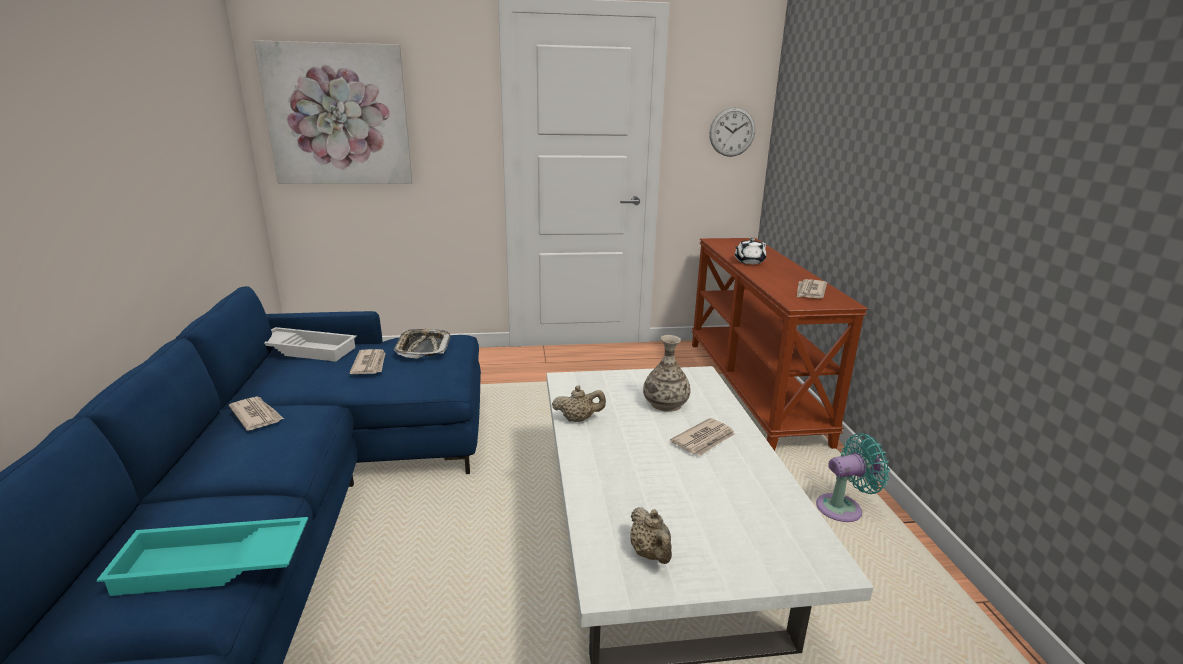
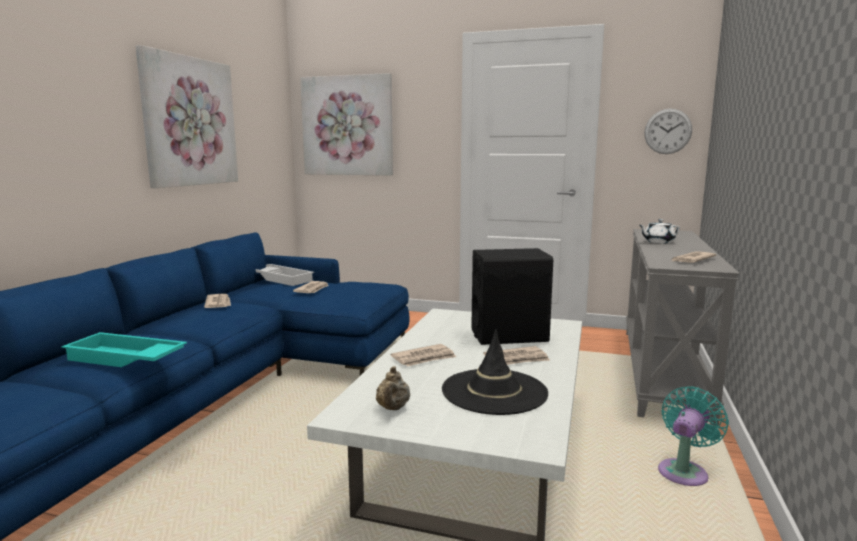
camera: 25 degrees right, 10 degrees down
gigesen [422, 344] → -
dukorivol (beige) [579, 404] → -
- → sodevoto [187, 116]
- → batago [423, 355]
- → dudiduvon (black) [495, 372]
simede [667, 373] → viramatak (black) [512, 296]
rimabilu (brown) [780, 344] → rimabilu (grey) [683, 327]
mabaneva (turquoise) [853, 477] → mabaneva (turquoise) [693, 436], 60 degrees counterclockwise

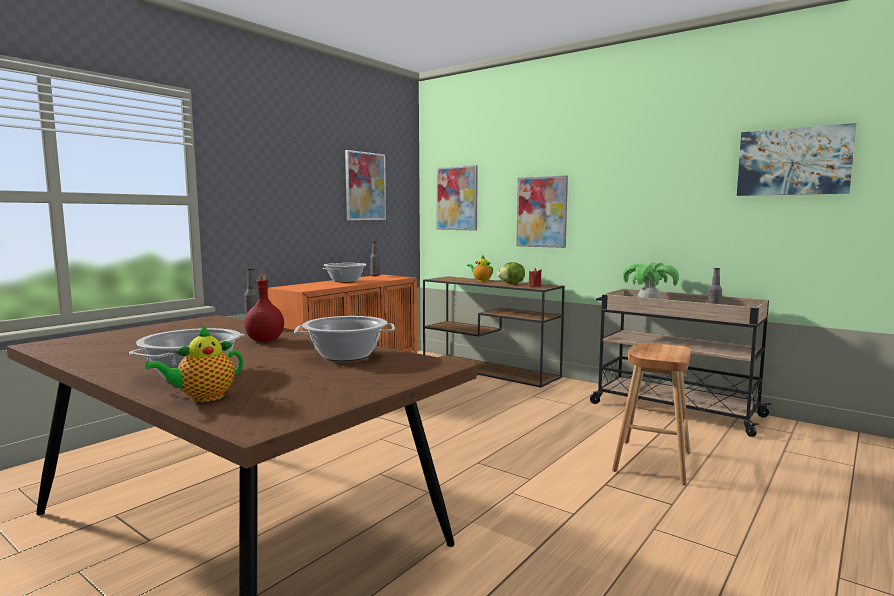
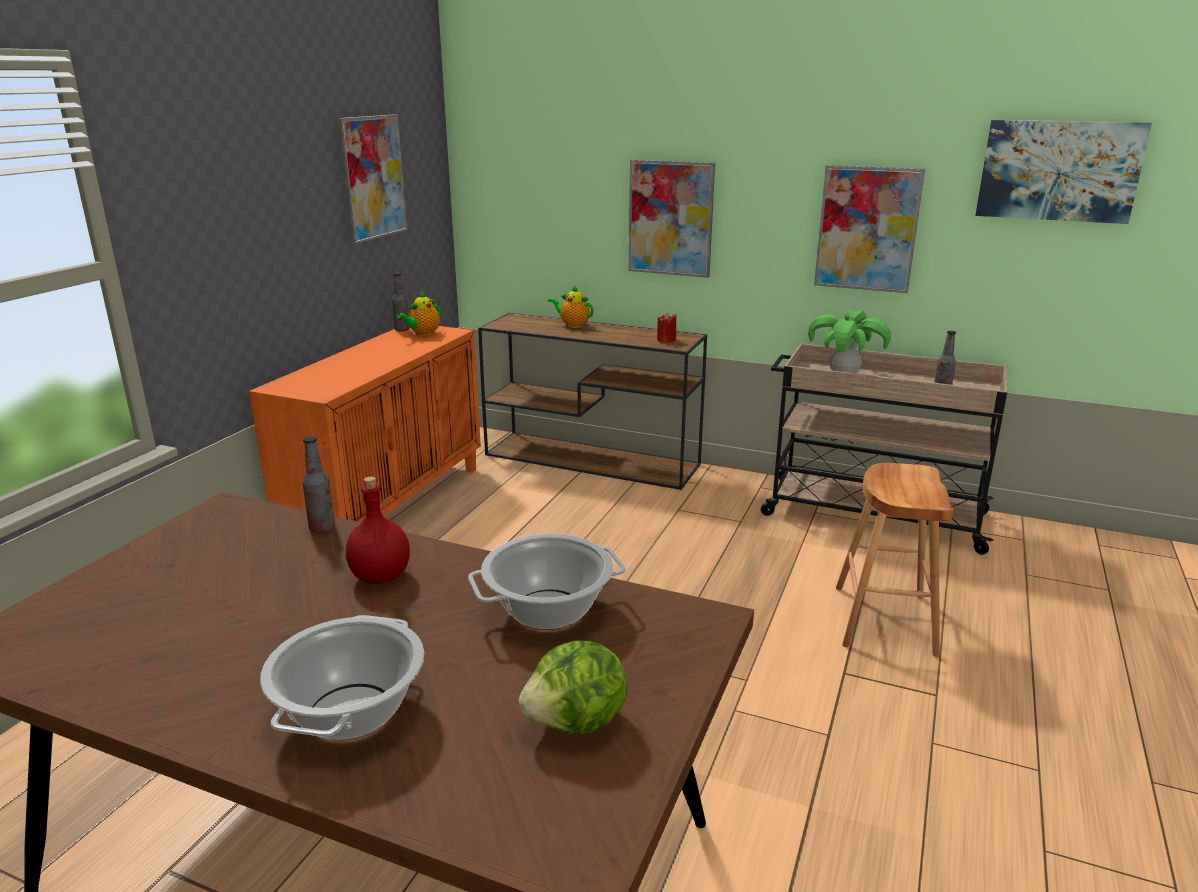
camera: 15 degrees left, 15 degrees up
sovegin [344, 272] → -
dukorivol [194, 363] → dukorivol [418, 313], shifted
sodevoto [457, 197] → sodevoto [869, 229], shifted
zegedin [511, 273] → zegedin [573, 687], shifted

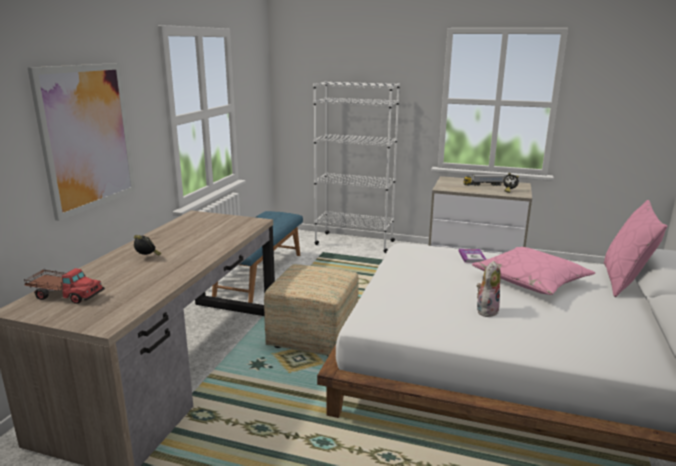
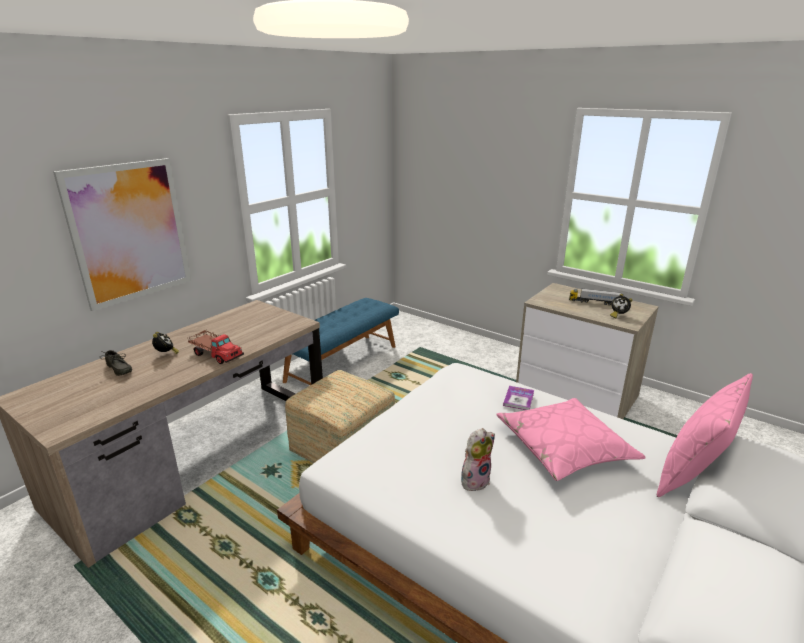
camera: 20 degrees right, 5 degrees up
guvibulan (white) [356, 167] → -
- → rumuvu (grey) [116, 363]
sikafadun [64, 286] → sikafadun [216, 347], shifted

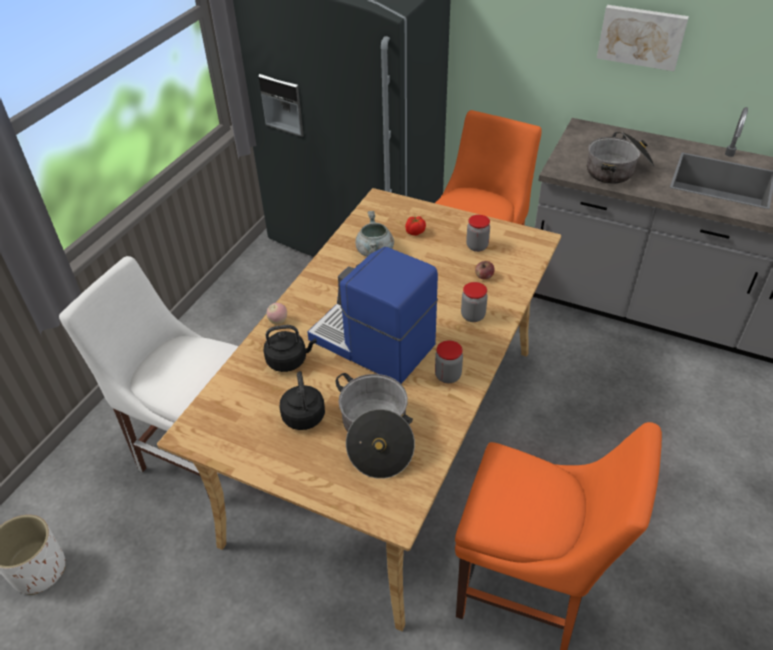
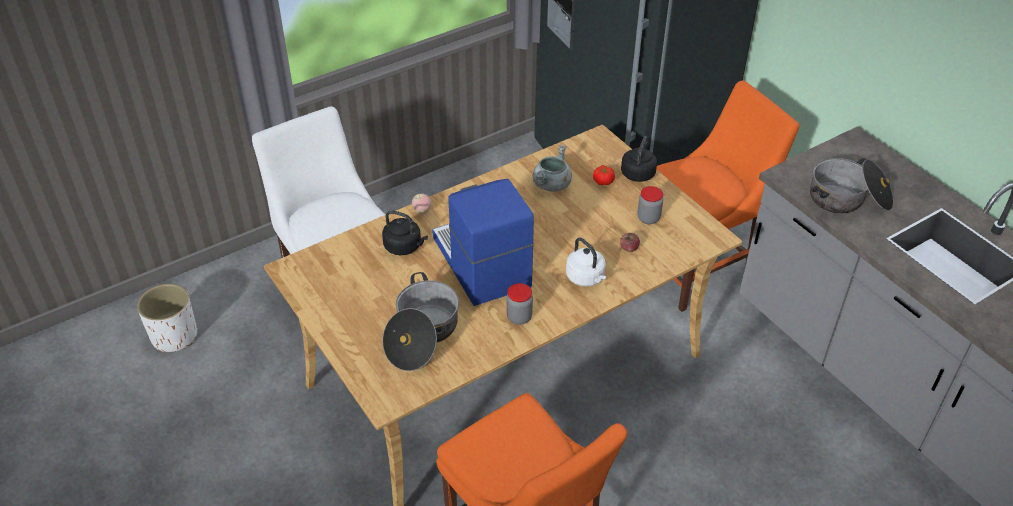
camera: 30 degrees right, 0 degrees up
sodevoto [643, 38] → -
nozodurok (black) [302, 400] → nozodurok (black) [639, 159], shifted
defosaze [474, 302] → nozodurok (white) [586, 261]

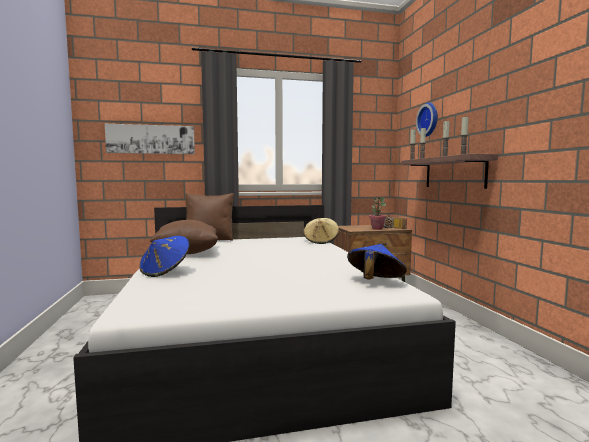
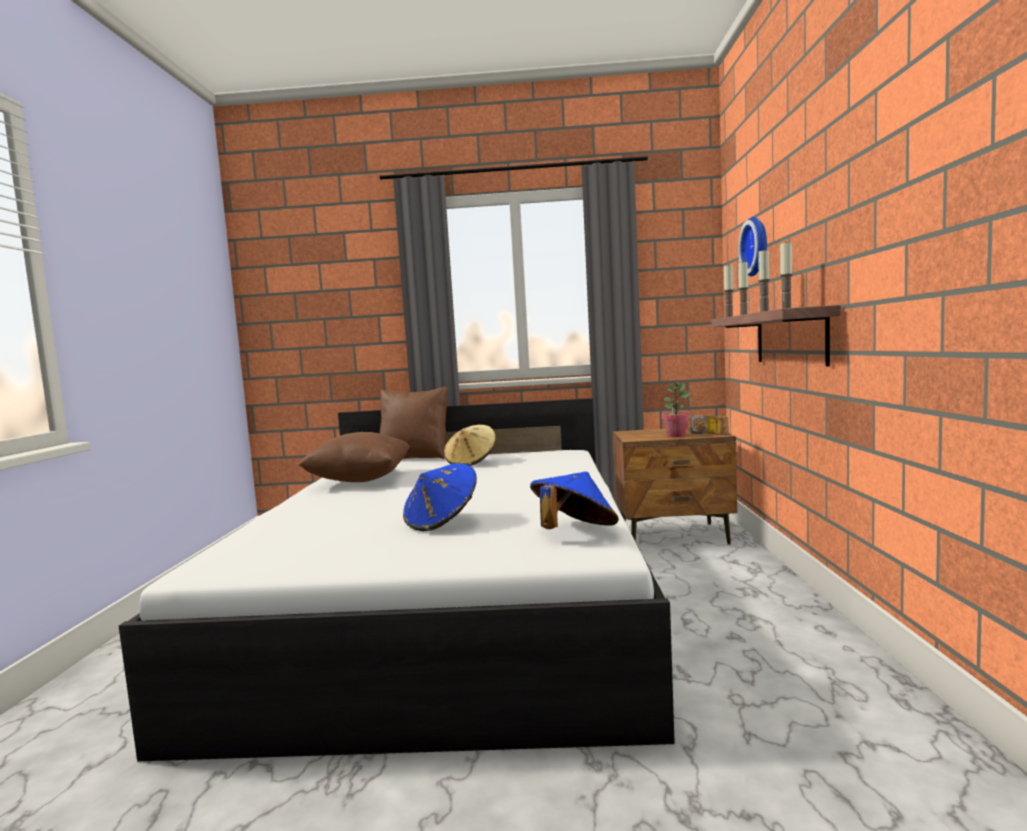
camera: 15 degrees right, 0 degrees up
sodevoto [150, 139] → -
dudiduvon (blue) [164, 256] → dudiduvon (blue) [440, 497], shifted
dudiduvon (beige) [321, 231] → dudiduvon (beige) [470, 445], shifted

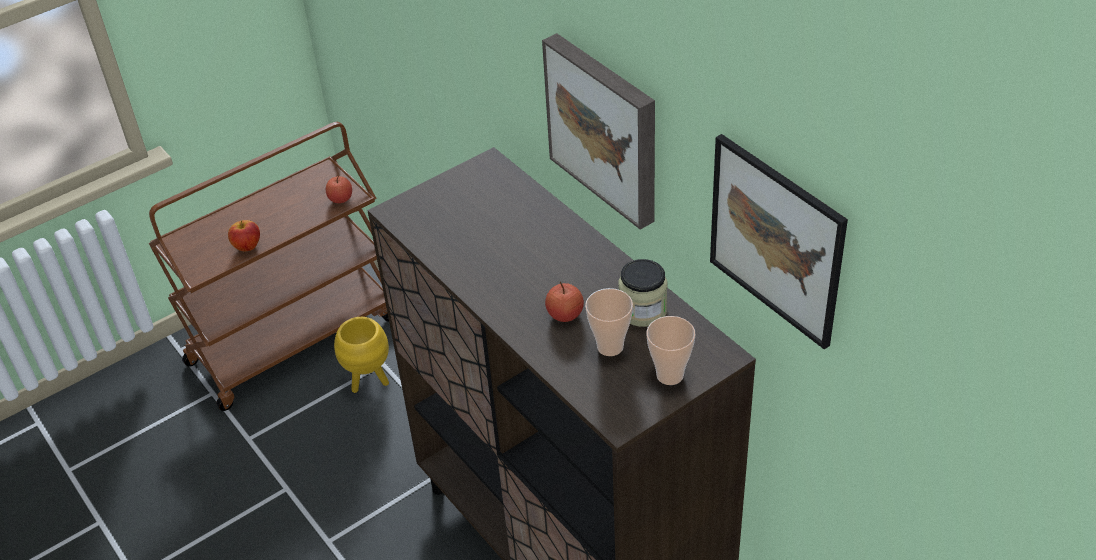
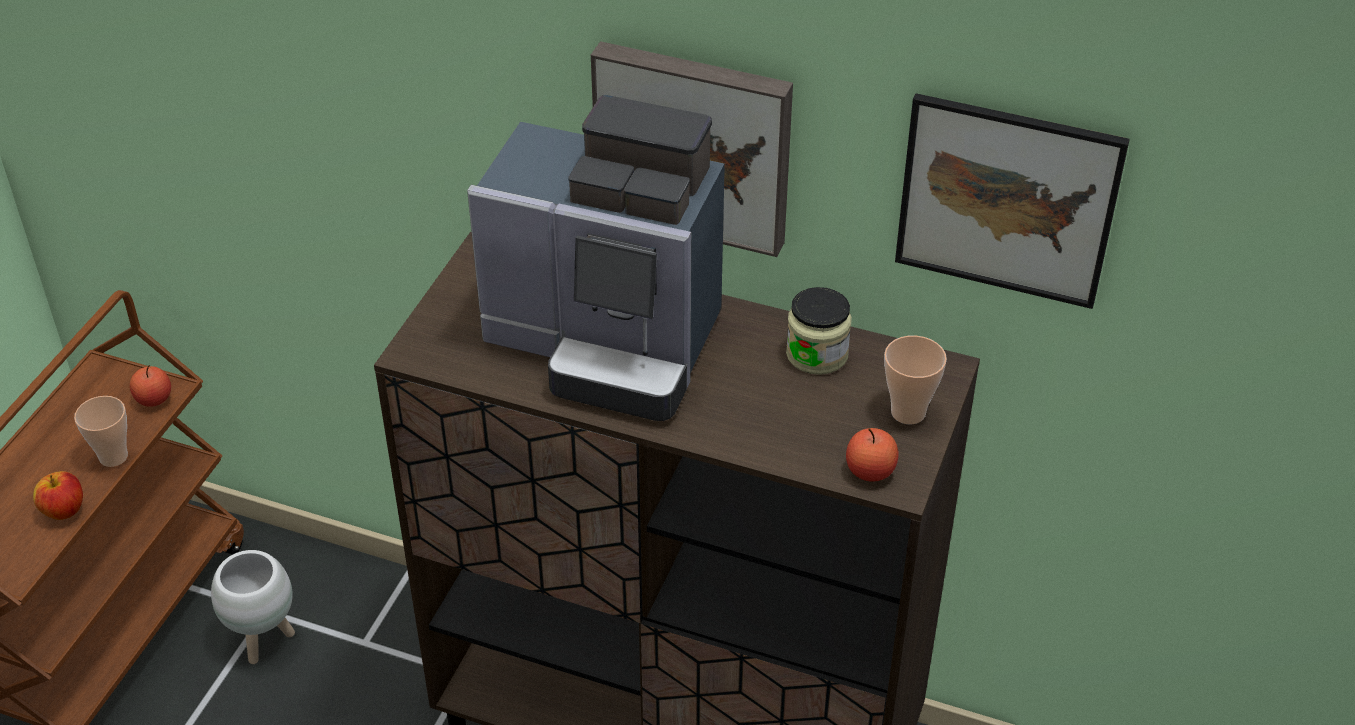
camera: 35 degrees left, 0 degrees up
- → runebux [596, 258]
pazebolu [564, 302] → pazebolu [872, 455], shifted
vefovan [609, 322] → vefovan [101, 431], shifted
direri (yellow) [361, 355] → direri (white) [253, 607]

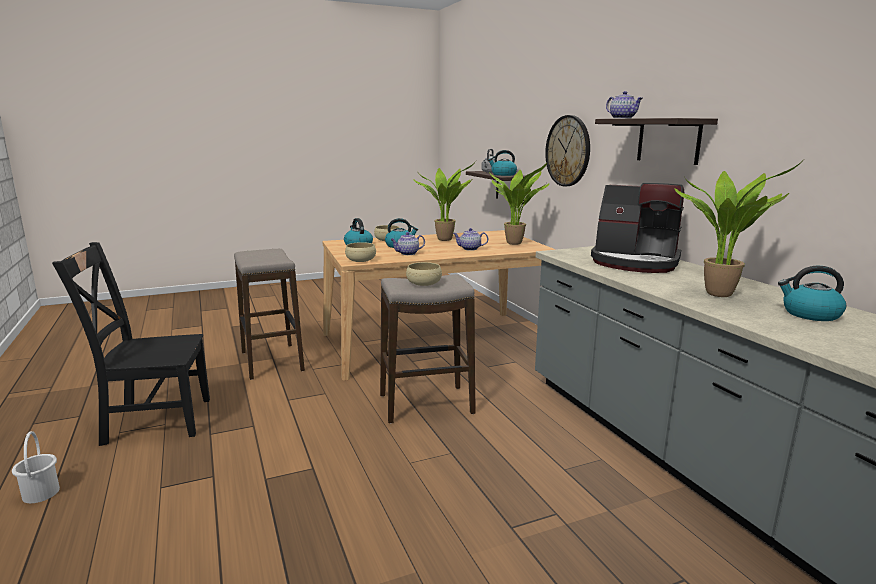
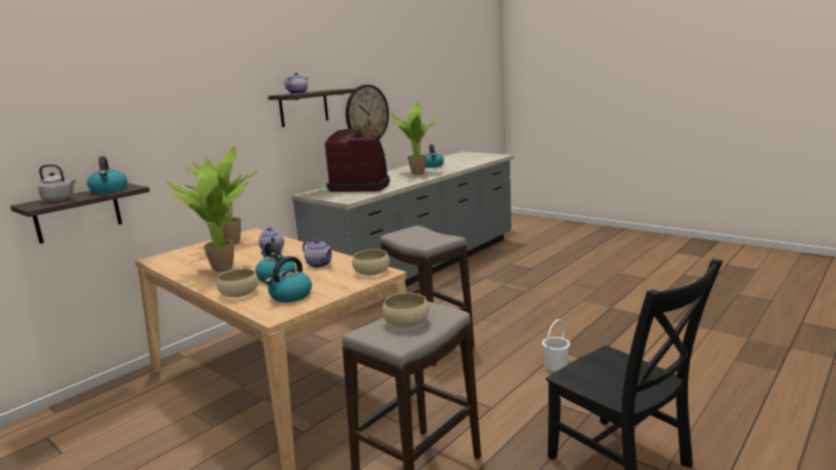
camera: 115 degrees left, 0 degrees up
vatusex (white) [36, 467] → vatusex (white) [556, 345], shifted
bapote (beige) [424, 274] → bapote (beige) [405, 310], shifted
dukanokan [567, 150] → dukanokan [367, 112], shifted
runebux [637, 228] → runebux [357, 160], 75 degrees counterclockwise

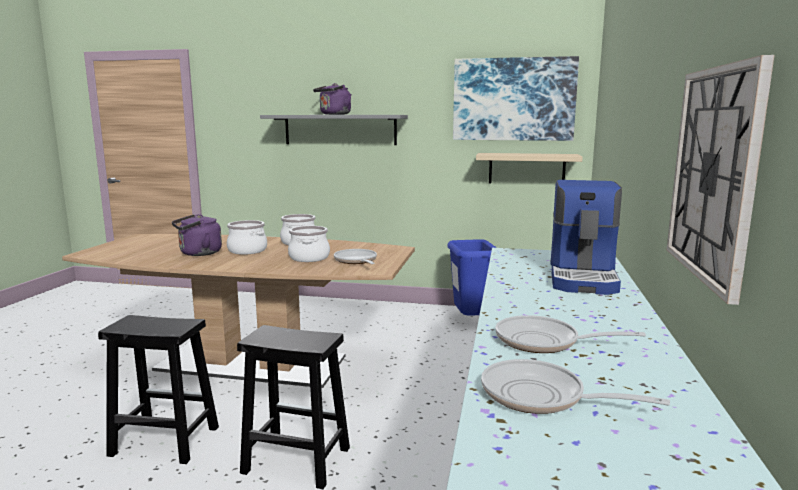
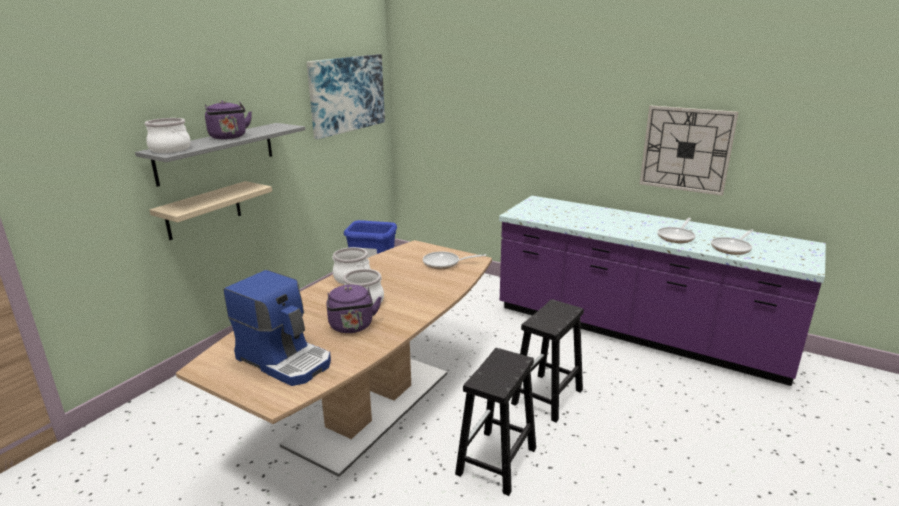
camera: 70 degrees left, 10 degrees up
sovegin [309, 244] → sovegin [168, 135], shifted
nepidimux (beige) [529, 168] → nepidimux (beige) [210, 210], shifted
runebux [586, 237] → runebux [277, 328], shifted

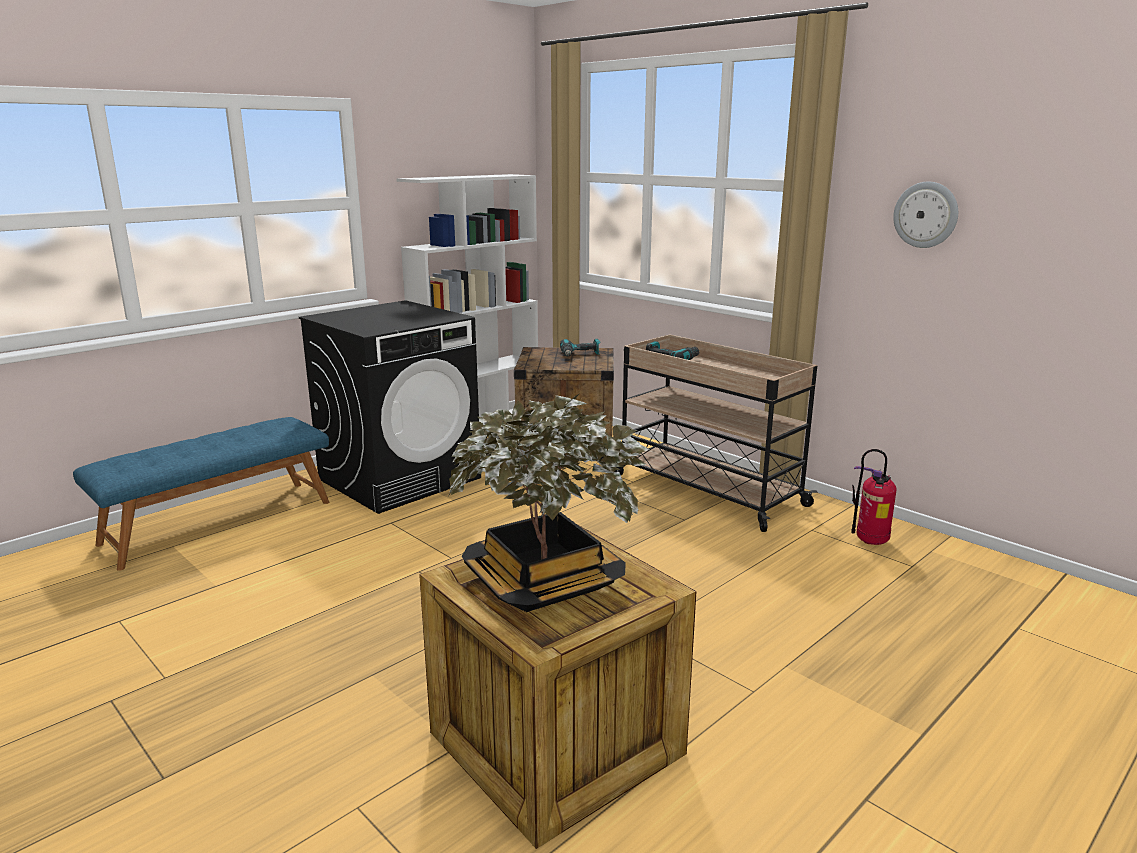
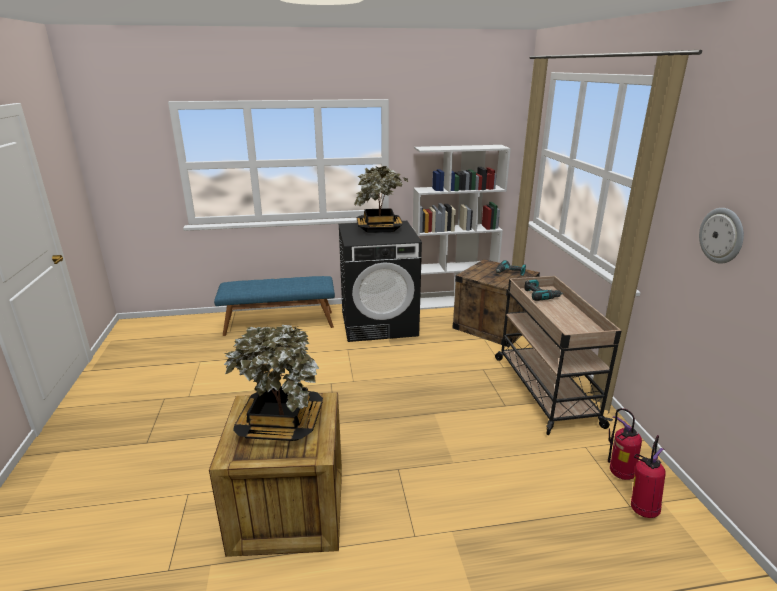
camera: 35 degrees right, 5 degrees up
- → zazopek [381, 199]
- → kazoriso [648, 476]

